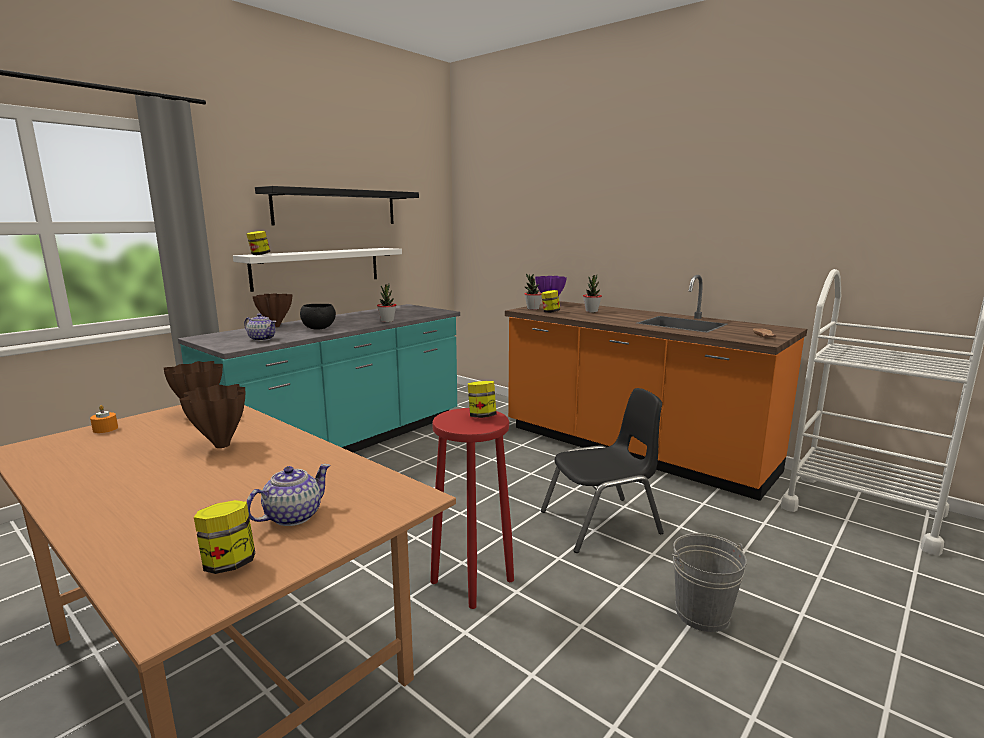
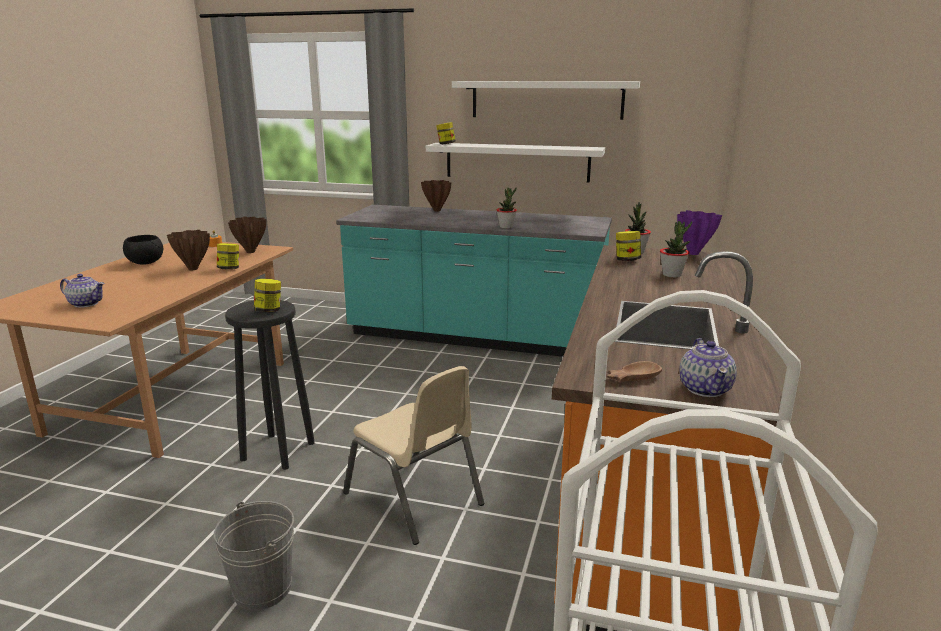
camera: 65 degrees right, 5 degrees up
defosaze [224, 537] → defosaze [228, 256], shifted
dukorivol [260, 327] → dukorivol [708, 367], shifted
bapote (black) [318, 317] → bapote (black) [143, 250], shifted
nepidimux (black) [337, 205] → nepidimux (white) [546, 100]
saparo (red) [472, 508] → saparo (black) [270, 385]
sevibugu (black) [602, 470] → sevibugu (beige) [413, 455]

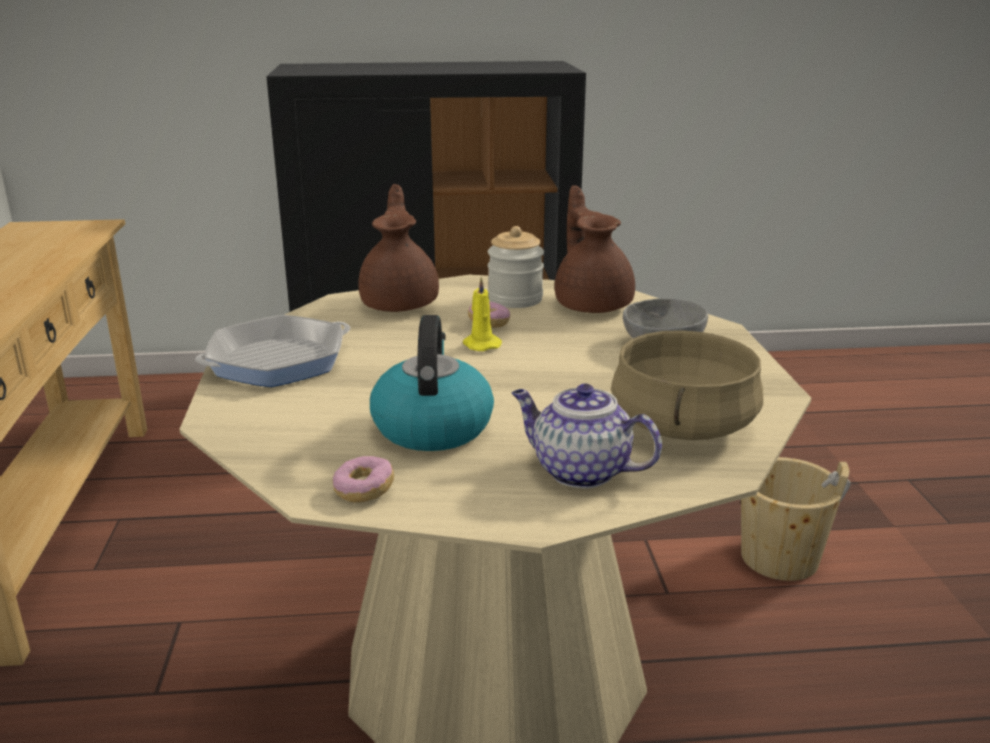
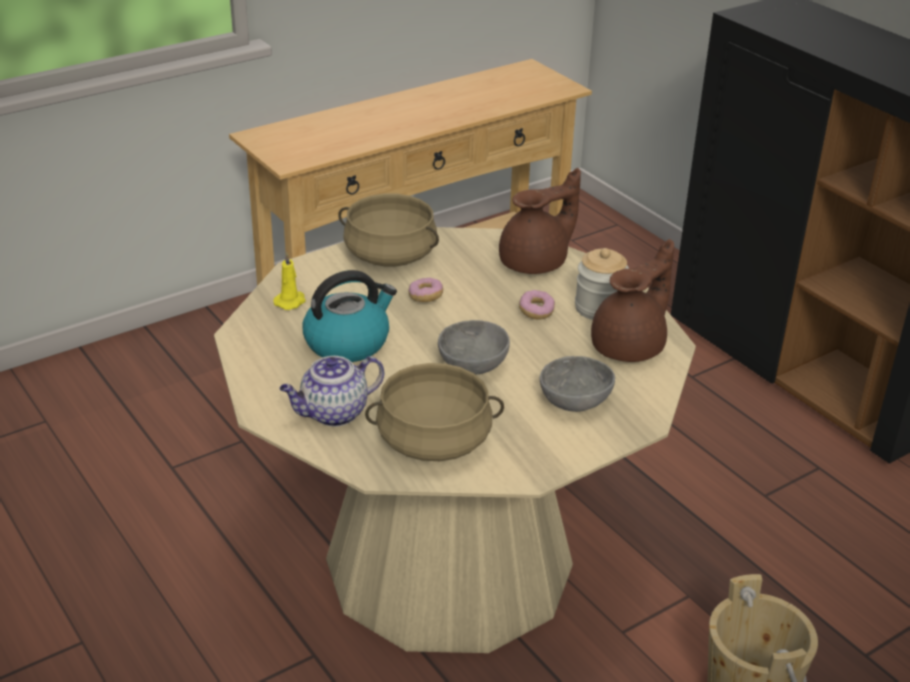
camera: 60 degrees right, 10 degrees up
- → bapote (grey) [474, 347]
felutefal [363, 479] → felutefal [425, 290], shifted
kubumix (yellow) [482, 314] → kubumix (yellow) [289, 281], shifted
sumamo [272, 351] → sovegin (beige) [388, 230]
dukorivol [587, 436] → dukorivol [332, 391], 120 degrees counterclockwise

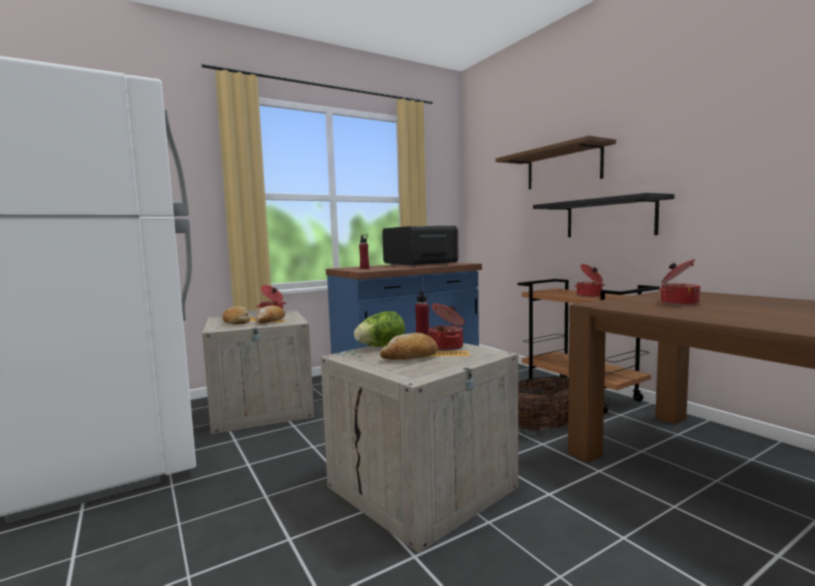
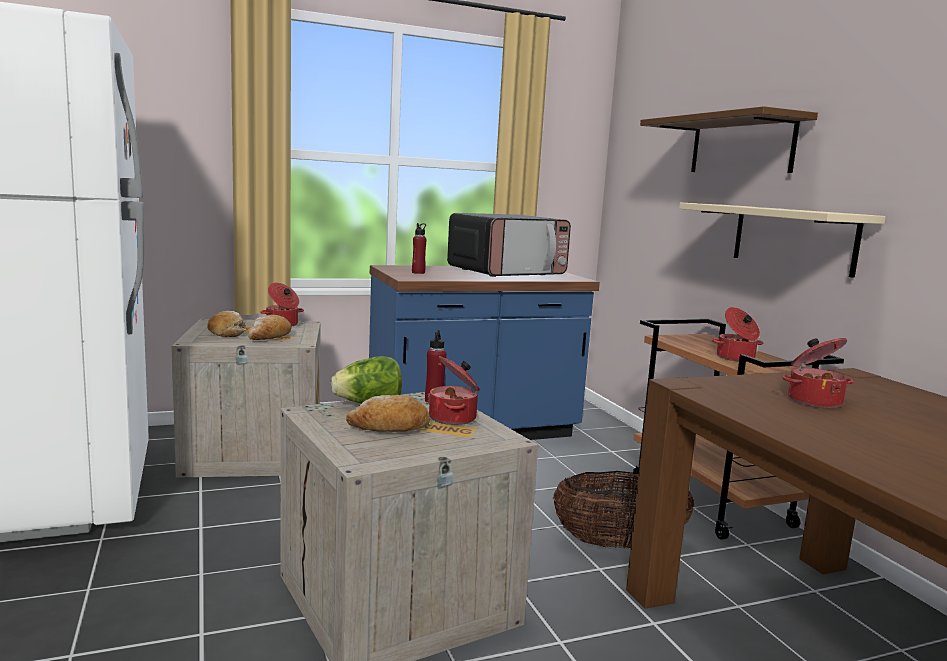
camera: 10 degrees right, 5 degrees up
nepidimux (black) [603, 215] → nepidimux (beige) [782, 240]
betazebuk [420, 246] → betazebuk [509, 245], 75 degrees clockwise

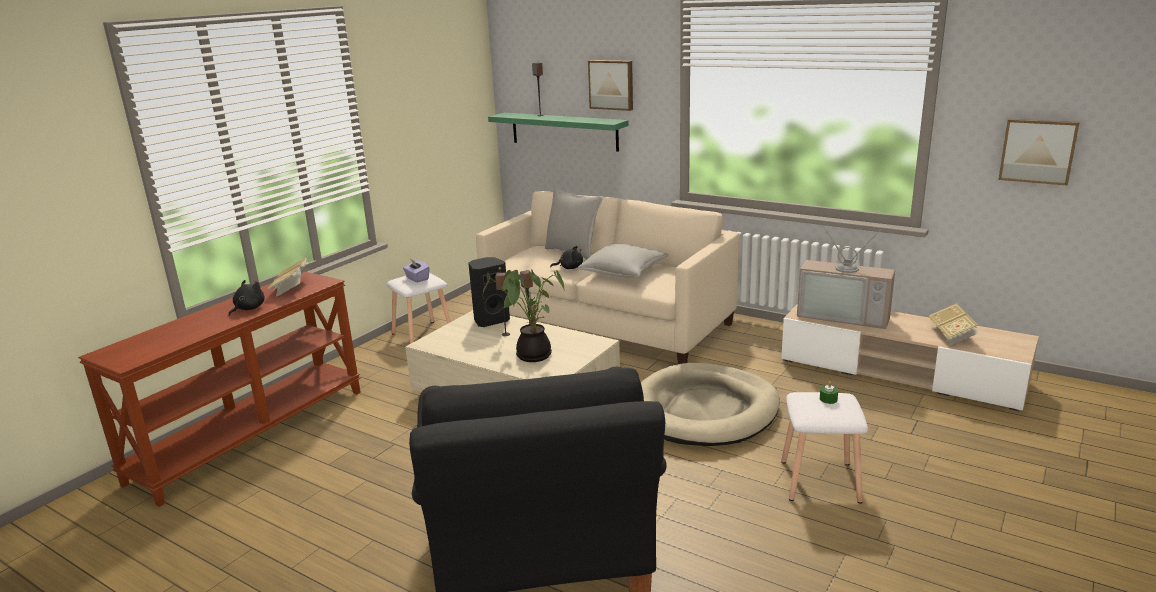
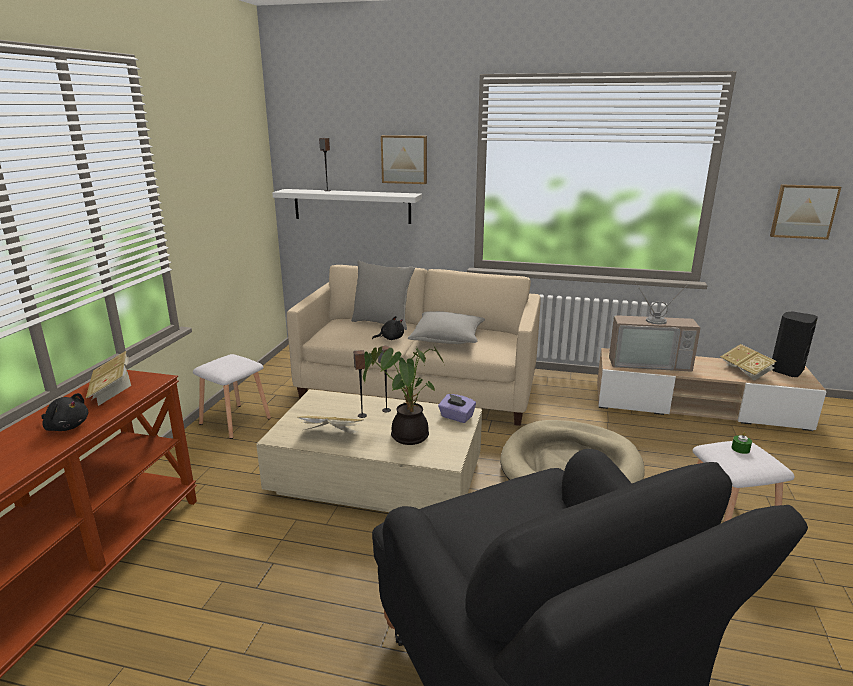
camera: 20 degrees left, 0 degrees up
- → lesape [330, 425]
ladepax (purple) [416, 271] → ladepax (purple) [457, 408], shifted
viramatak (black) [489, 292] → viramatak (black) [795, 344], shifted
nepidimux (green) [558, 132] → nepidimux (white) [347, 206]
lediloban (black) [247, 298] → lediloban (black) [64, 412], 105 degrees clockwise

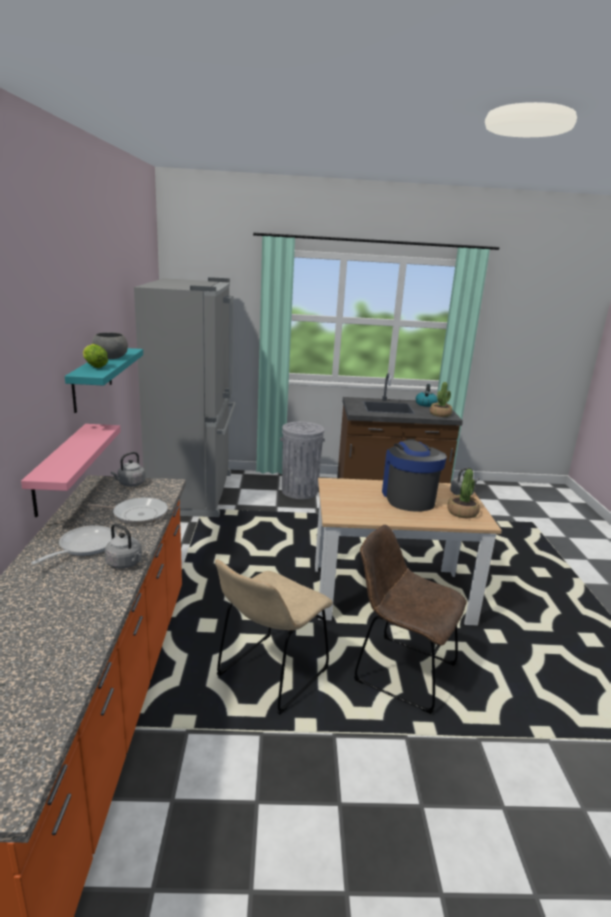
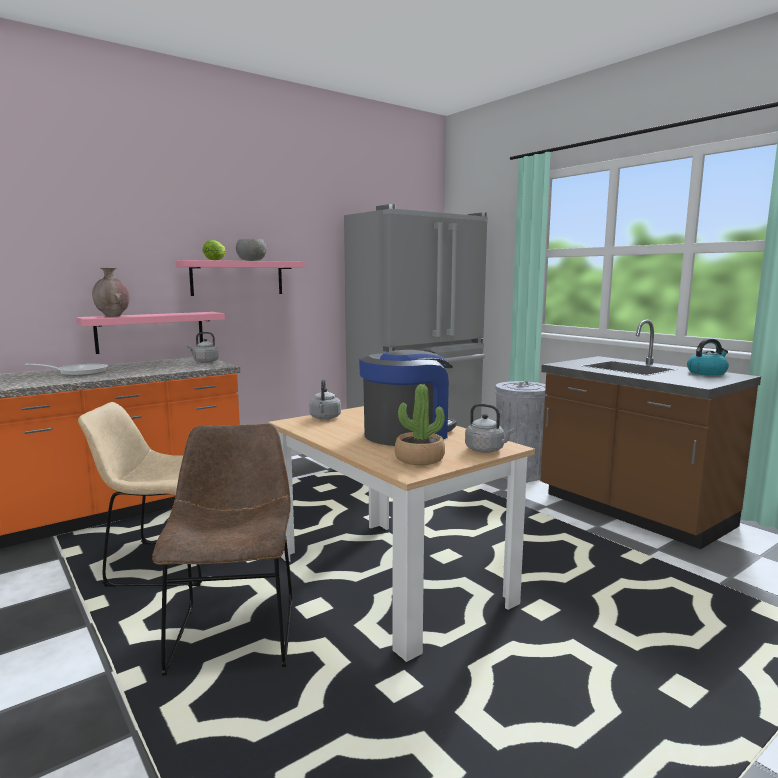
camera: 55 degrees right, 10 degrees down
sumamo [127, 510] → -
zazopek [441, 399] → -
- → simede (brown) [111, 292]
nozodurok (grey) [123, 546] → nozodurok (grey) [325, 399], shifted
nepidimux (turquoise) [104, 380] → nepidimux (pink) [240, 278]

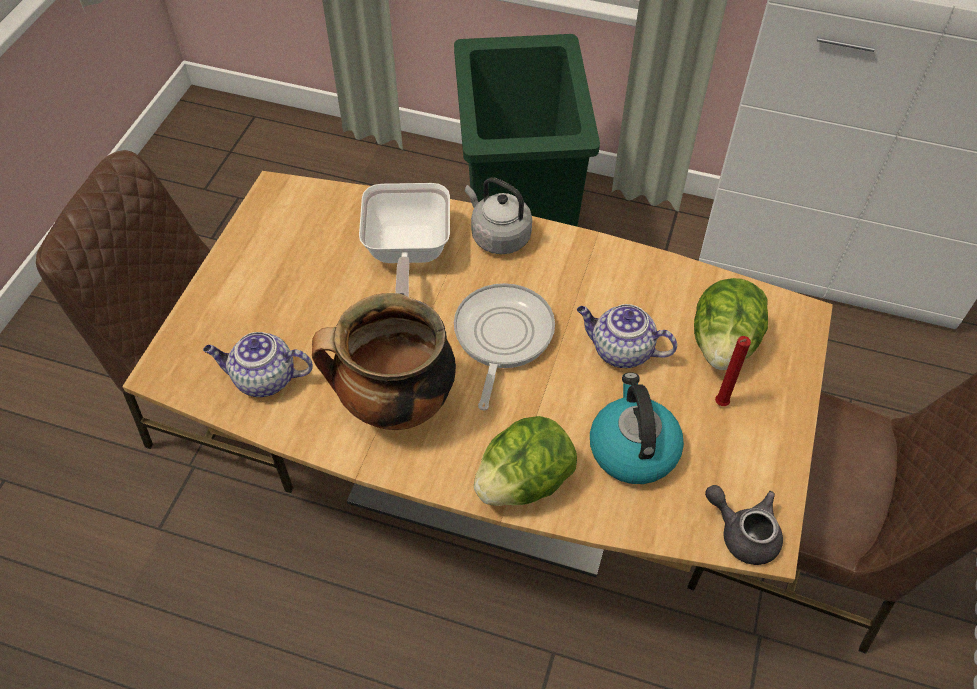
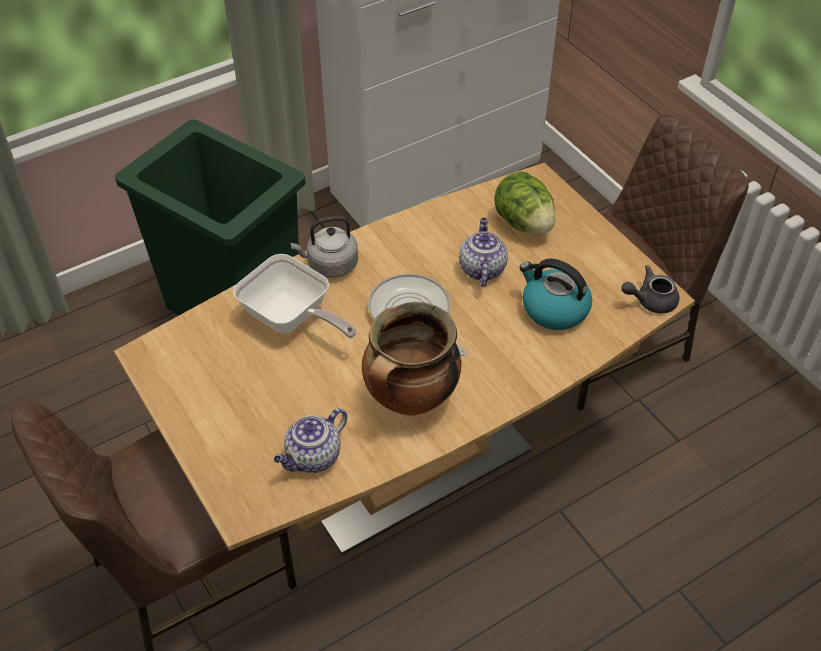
camera: 50 degrees left, 5 degrees down
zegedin [525, 461] → -
kubumix (red) [733, 371] → -
dukorivol [627, 336] → dukorivol [483, 252], 120 degrees clockwise

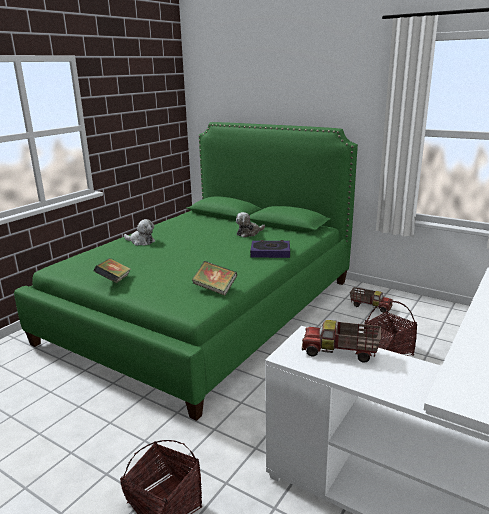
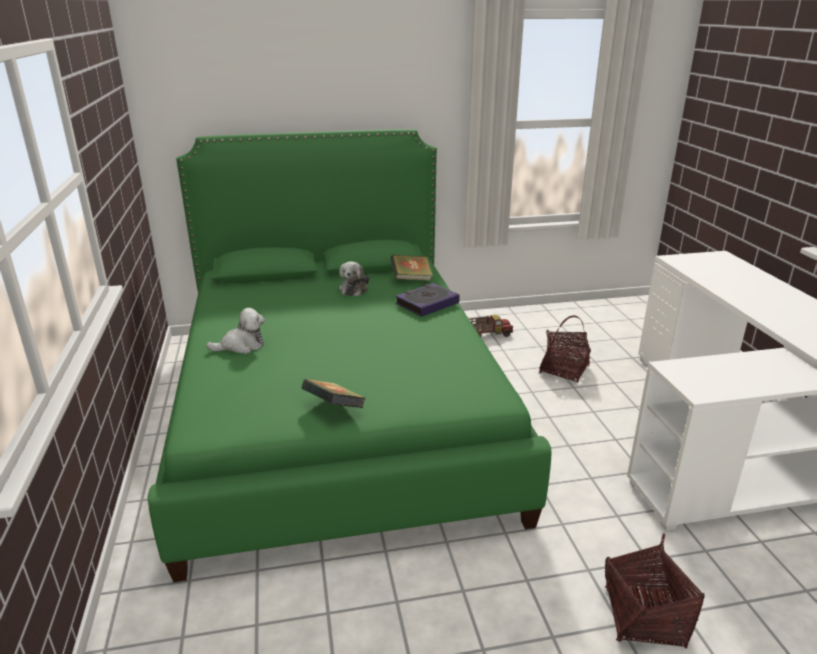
camera: 45 degrees left, 5 degrees up
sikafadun [341, 341] → -
lesape [214, 278] → lesape [411, 268], shifted

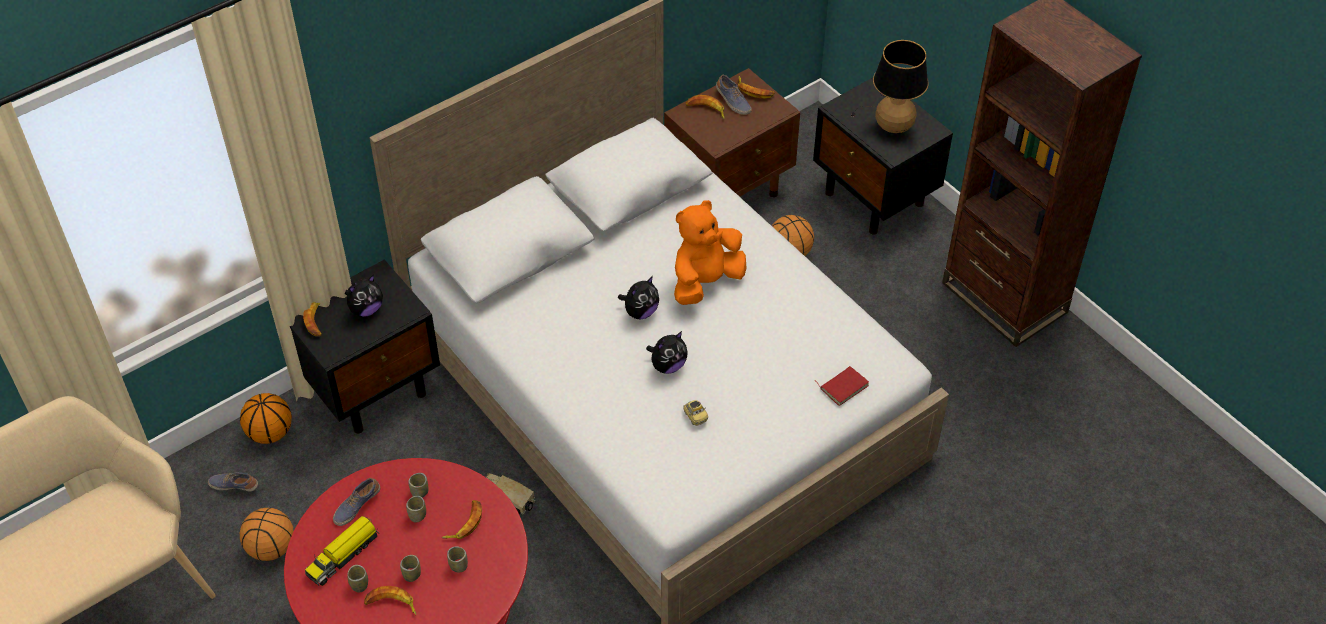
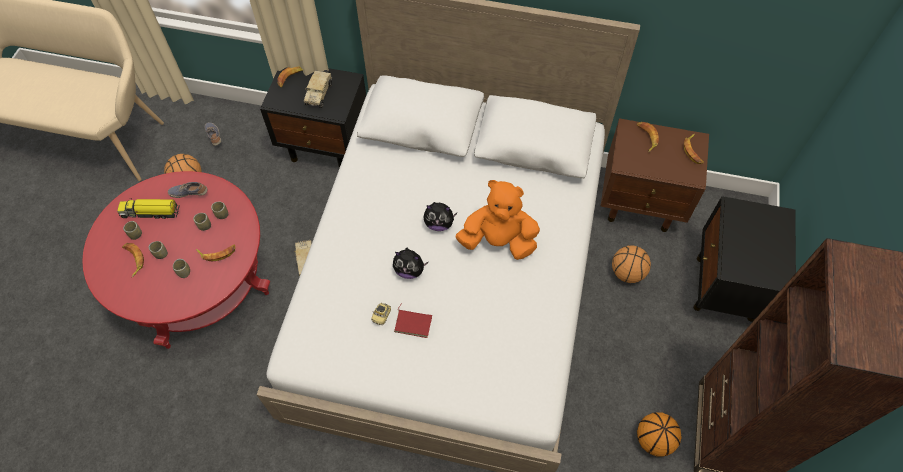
camera: 50 degrees right, 10 degrees up
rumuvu [734, 95] → -
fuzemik [890, 86] → -
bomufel [266, 418] → bomufel [659, 435], shifted
lesape (red) [842, 386] → lesape (red) [413, 320], shifted
lediloban [364, 296] → sikafadun [318, 89]

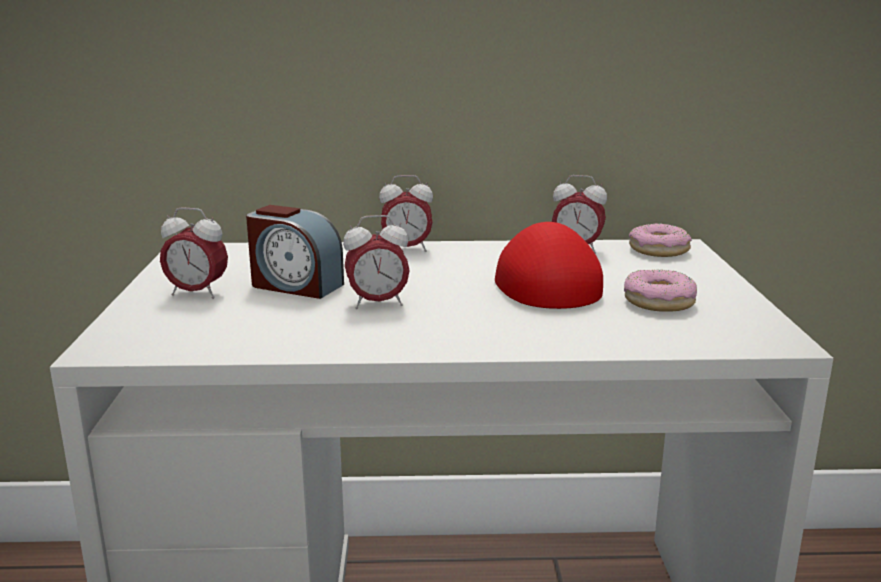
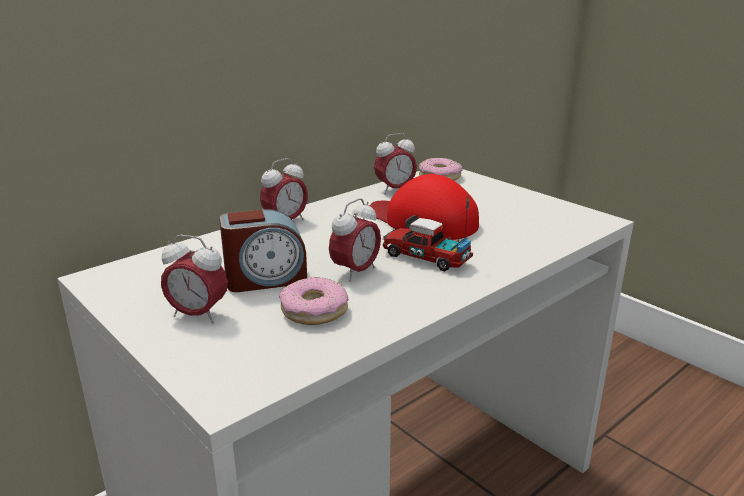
camera: 40 degrees left, 5 degrees up
- → sikafadun [428, 232]
felutefal [660, 291] → felutefal [313, 301], shifted
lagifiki [194, 253] → lagifiki [194, 279], 45 degrees clockwise

